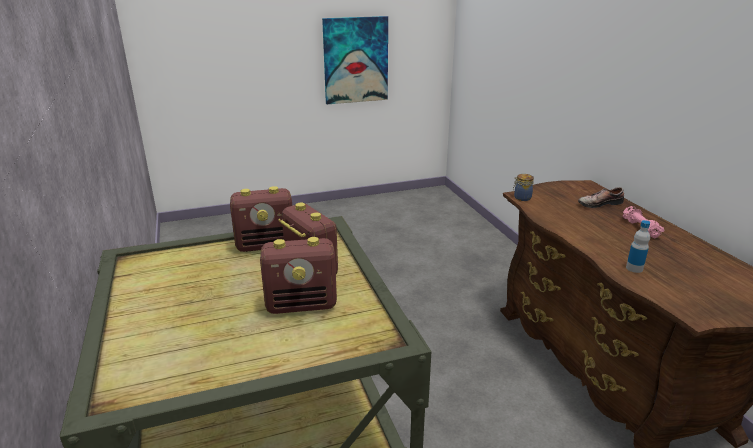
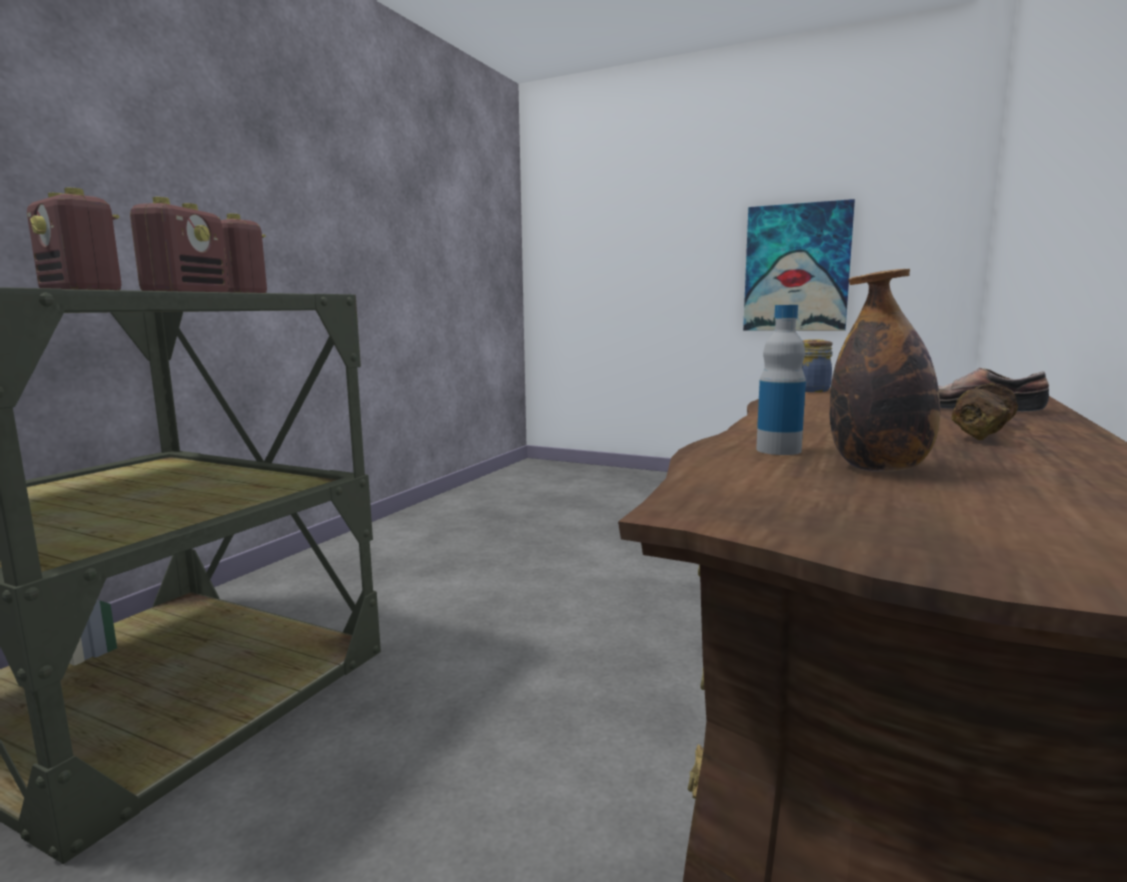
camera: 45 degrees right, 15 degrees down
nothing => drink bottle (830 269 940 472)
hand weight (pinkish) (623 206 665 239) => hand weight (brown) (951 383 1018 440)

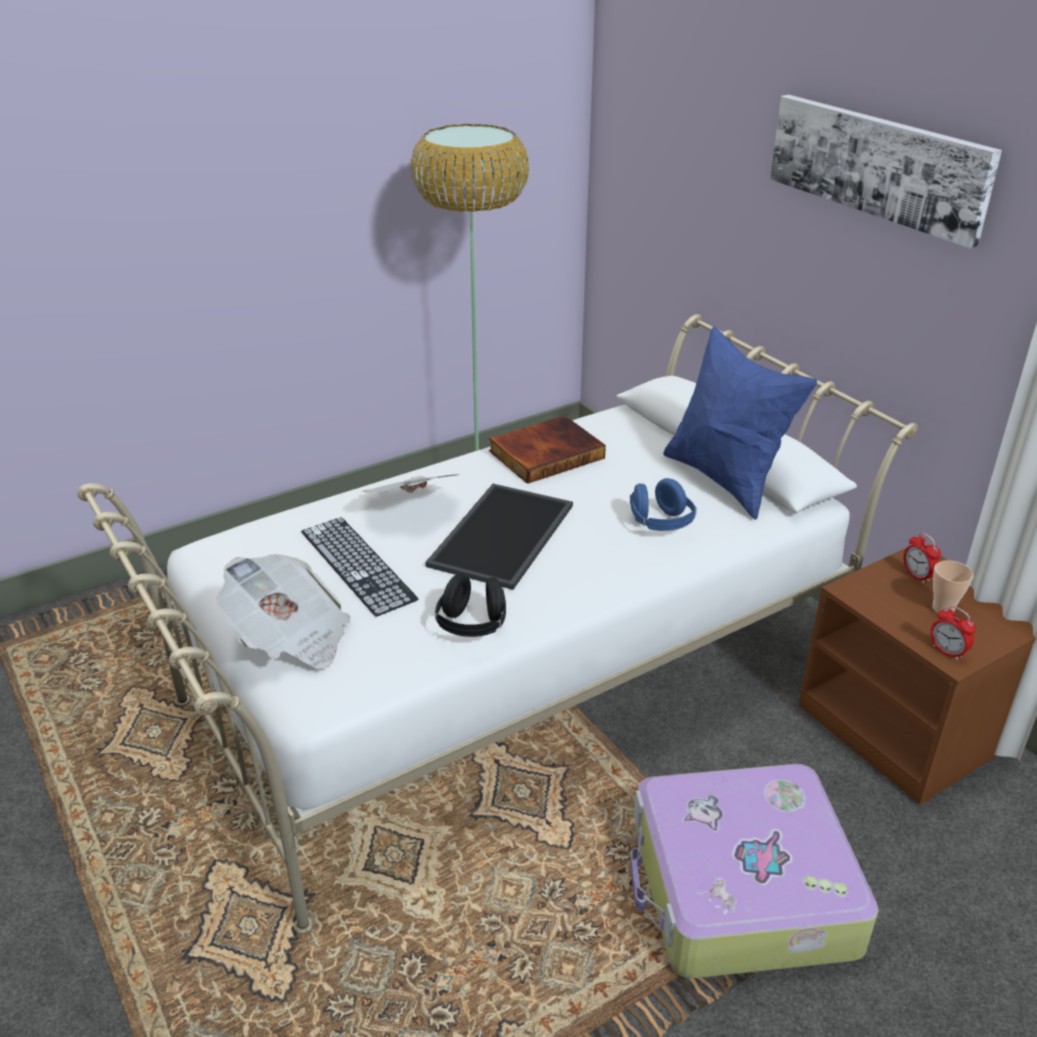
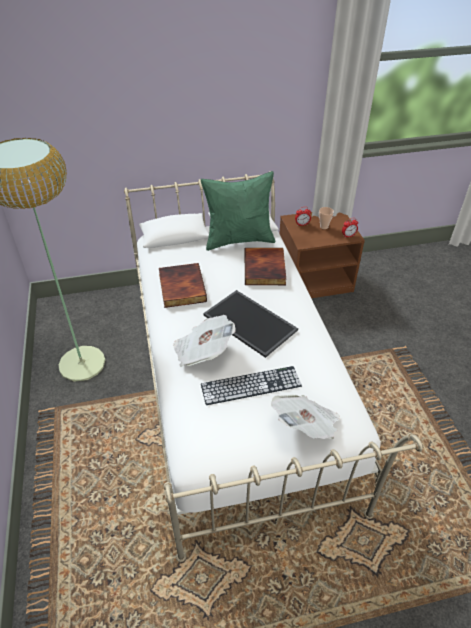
camera: 70 degrees left, 10 degrees up
pair of headphones (black-coloured) (435 574 506 637) => nothing
travel case (630 764 878 979) => nothing
picture (770 95 1002 248) => nothing
pair of headphones (bluish) (630 478 697 531) => book (245 248 286 285)
cushion (bluish) (663 326 817 520) => cushion (green-coloured) (201 171 275 251)

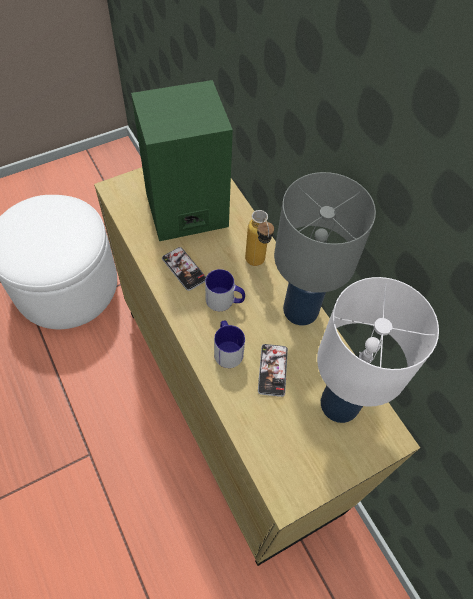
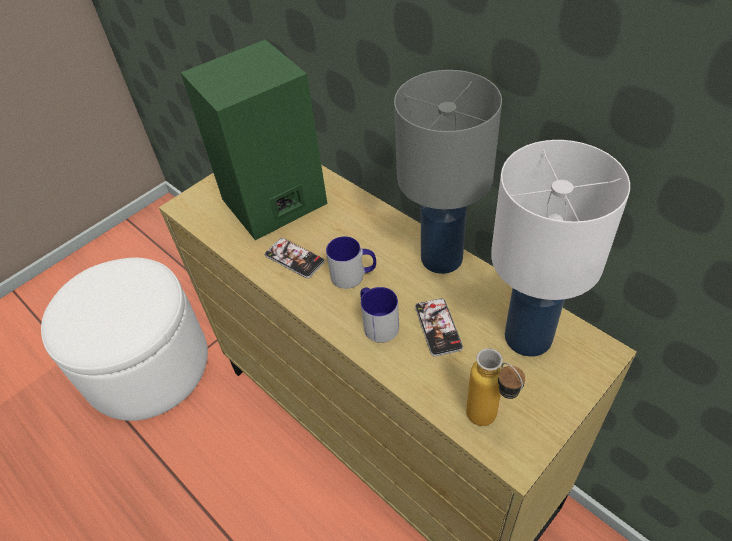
camera: 10 degrees left, 10 degrees down
drink bottle (245 210 274 266) => drink bottle (466 348 525 426), shifted

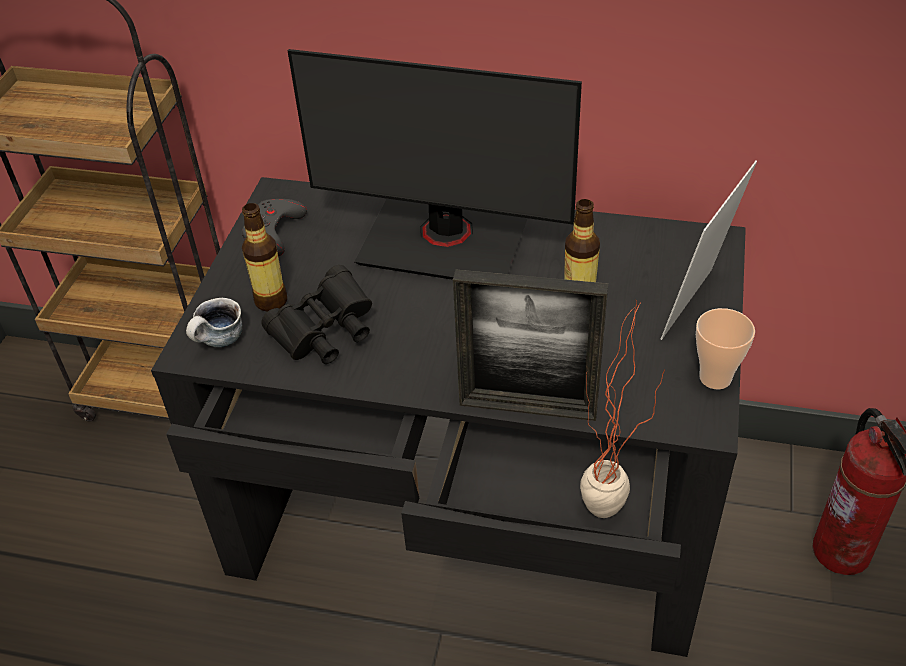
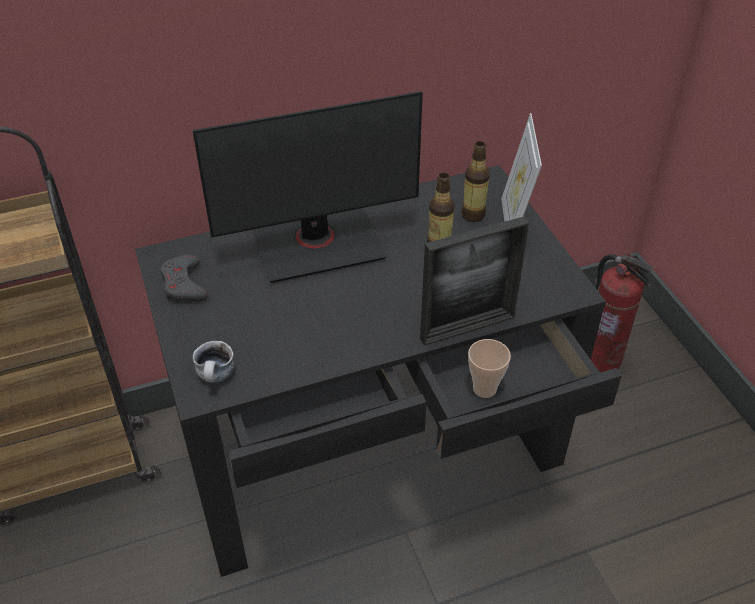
camera: 35 degrees left, 0 degrees up
pair of binoculars (black-coloured) (261 265 372 364) => nothing
houseplant (580 300 665 518) => nothing
drink bottle (242 203 287 312) => drink bottle (462 141 490 222), shifted
drinking cup (696 308 755 389) => drinking cup (468 339 511 398), shifted

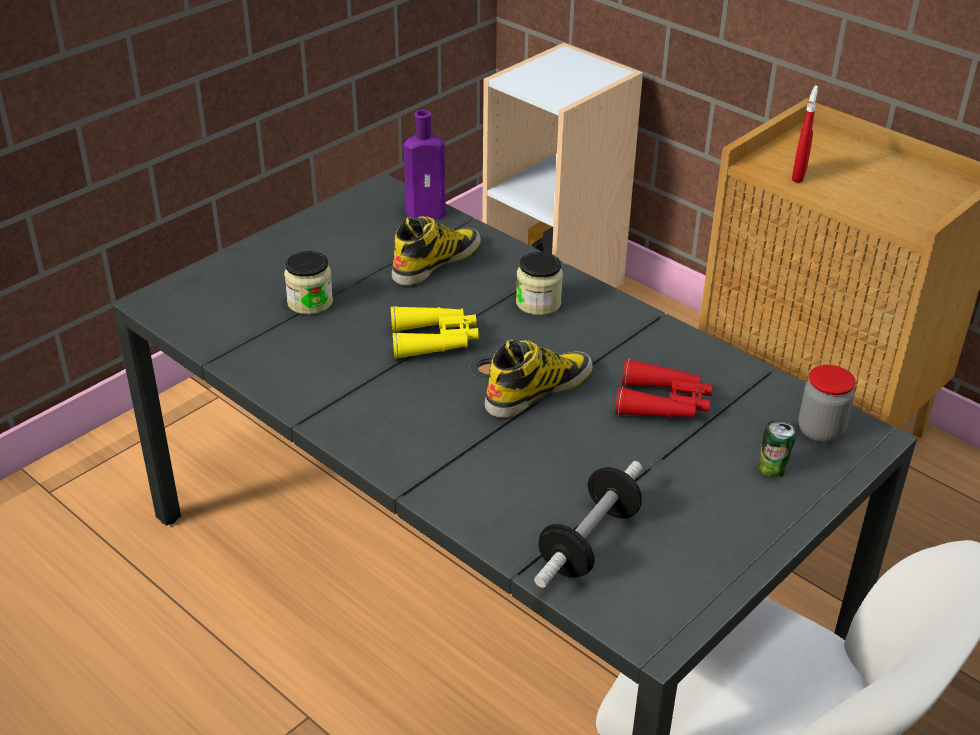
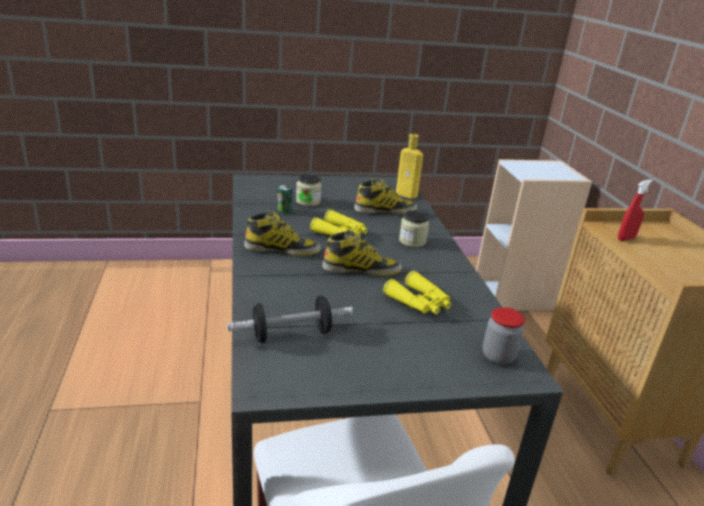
camera: 35 degrees right, 10 degrees down
nothing => high-top boot (244 210 321 256)
metal can (757 421 796 477) => metal can (277 185 293 214), shifted
drink bottle (purple-coloured) (404 110 446 220) => drink bottle (yellow-coloured) (396 134 423 199)
pair of binoculars (reddish) (615 359 713 418) => pair of binoculars (yellow-coloured) (383 271 451 314)

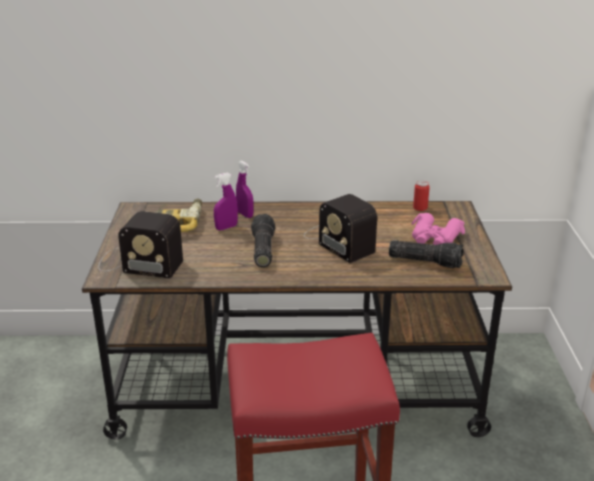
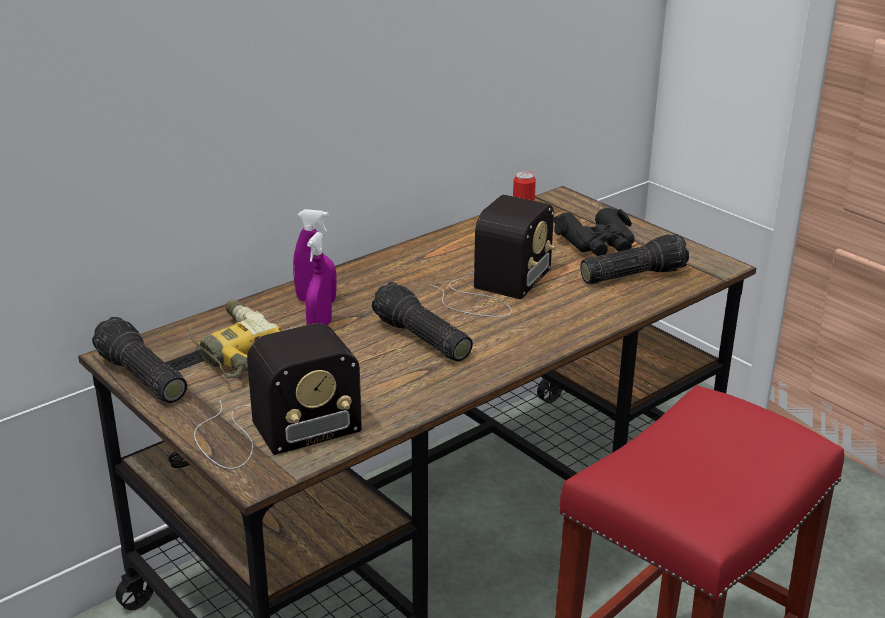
camera: 40 degrees left, 0 degrees up
nothing => flashlight (92 317 187 403)
pair of binoculars (pinkish) (411 213 465 245) => pair of binoculars (black-coloured) (554 208 635 256)
radio receiver (304 194 377 263) => radio receiver (430 195 555 317), 75 degrees counterclockwise

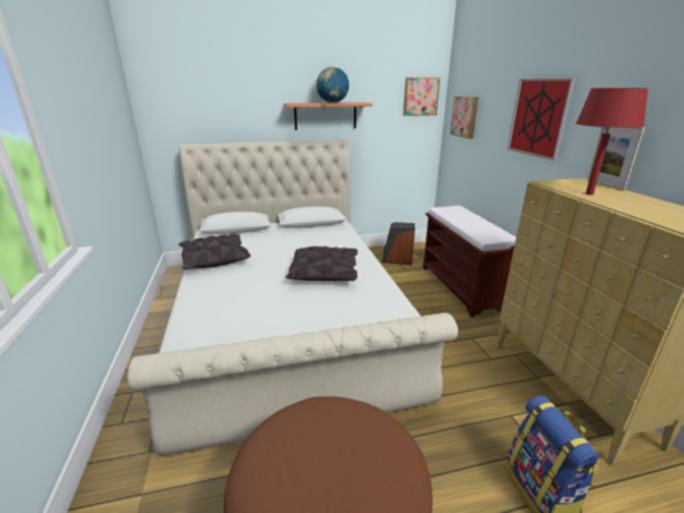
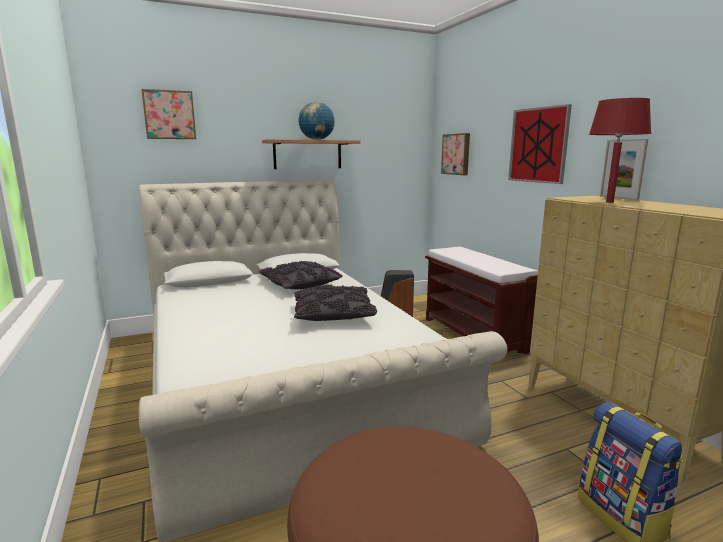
camera: 10 degrees left, 10 degrees down
cushion (black-coloured) (178 233 251 270) => cushion (black-coloured) (259 261 343 289), shifted
picture (403 77 440 116) => picture (141 89 196 139), shifted

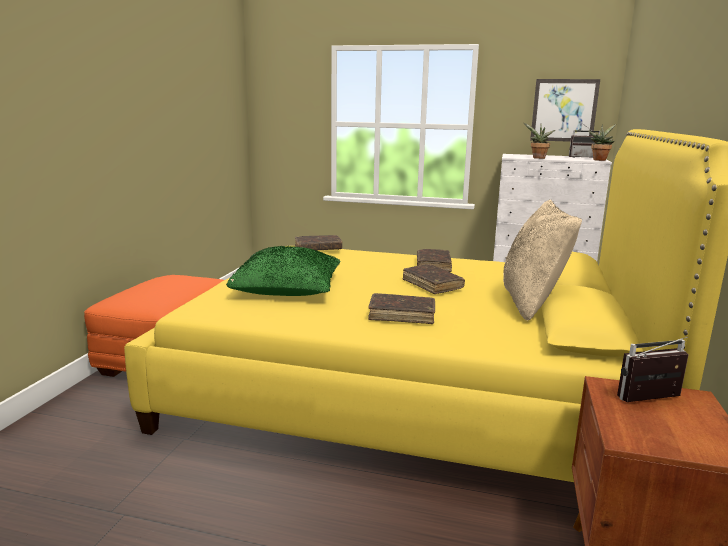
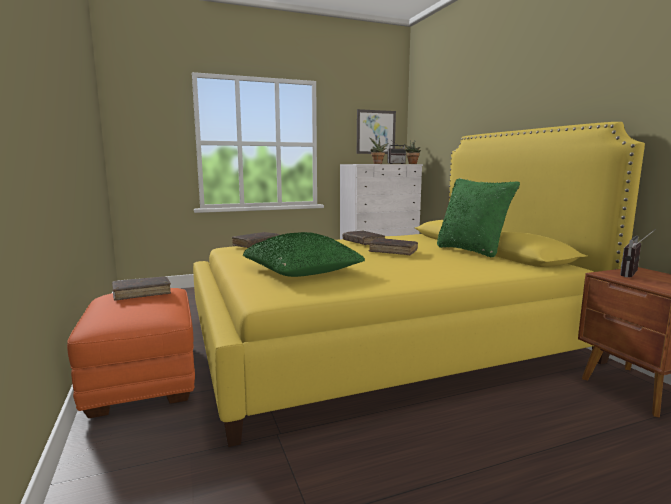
camera: 35 degrees left, 5 degrees down
book (brown) (368 293 435 324) => book (brown) (112 276 171 301), shifted
cushion (beige-coloured) (503 199 582 321) => cushion (green-coloured) (437 178 520 258)

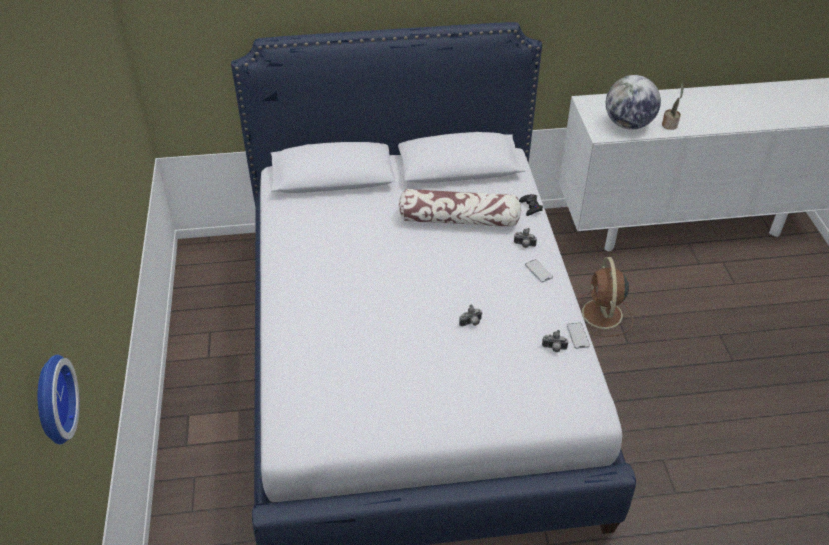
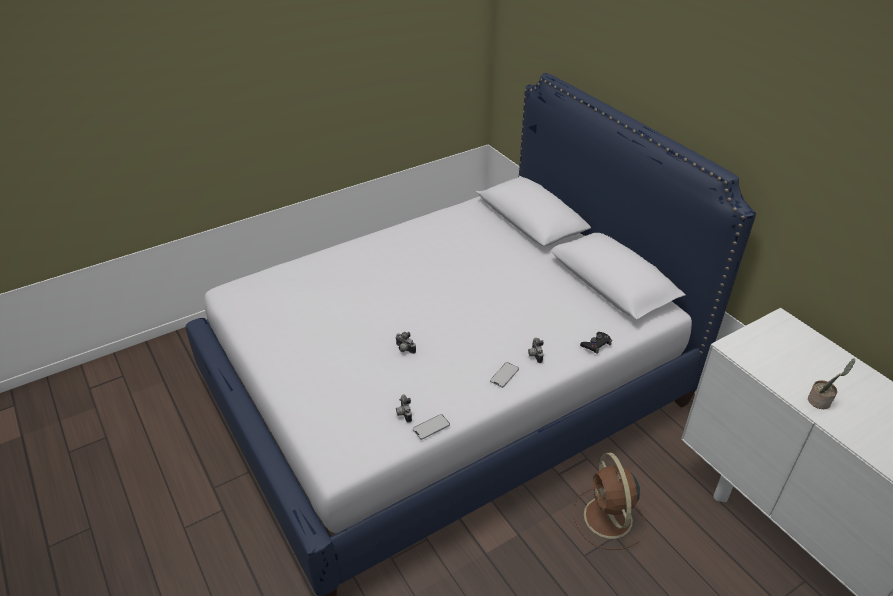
camera: 65 degrees right, 5 degrees down
clock on the wall (38 354 80 444) => nothing
cushion (399 189 521 227) => nothing
desk globe (606 75 661 130) => nothing
electric fan (brown) (577 257 633 337) => electric fan (brown) (574 453 647 550), 75 degrees counterclockwise

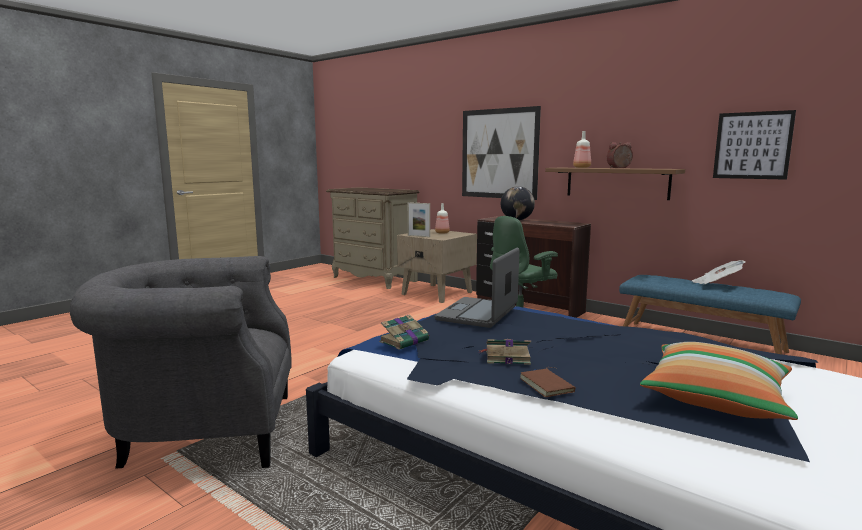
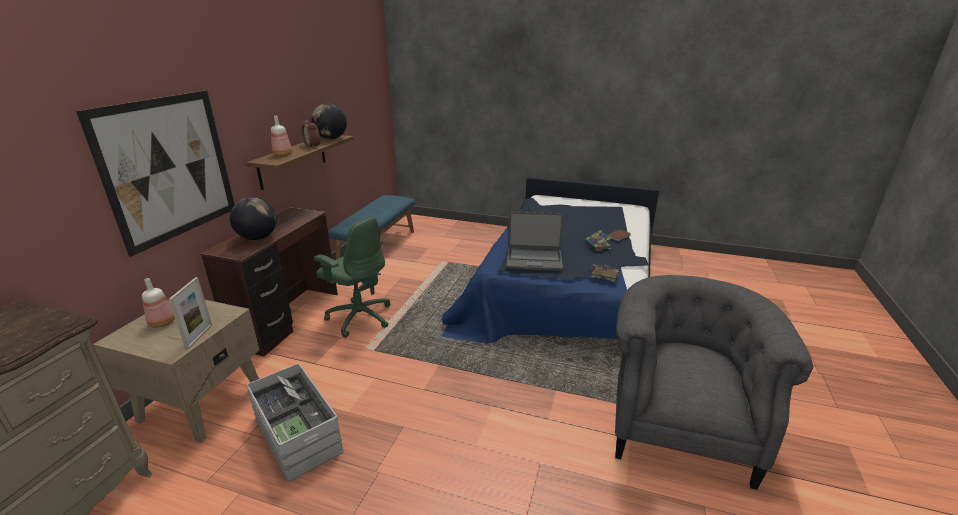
camera: 110 degrees left, 15 degrees up
cushion (640 342 798 420) => nothing
printed paper (692 260 746 284) => nothing
picture (713 110 796 180) => nothing
nothing => storage bin (gray) (247 364 344 482)
nothing => desk globe (311 103 347 140)
lounge chair (gray) (70 256 292 469) => lounge chair (gray) (615 275 813 490), 135 degrees counterclockwise

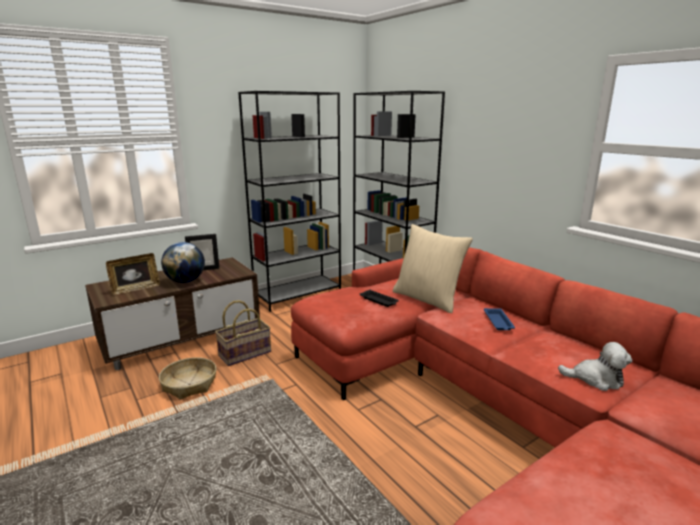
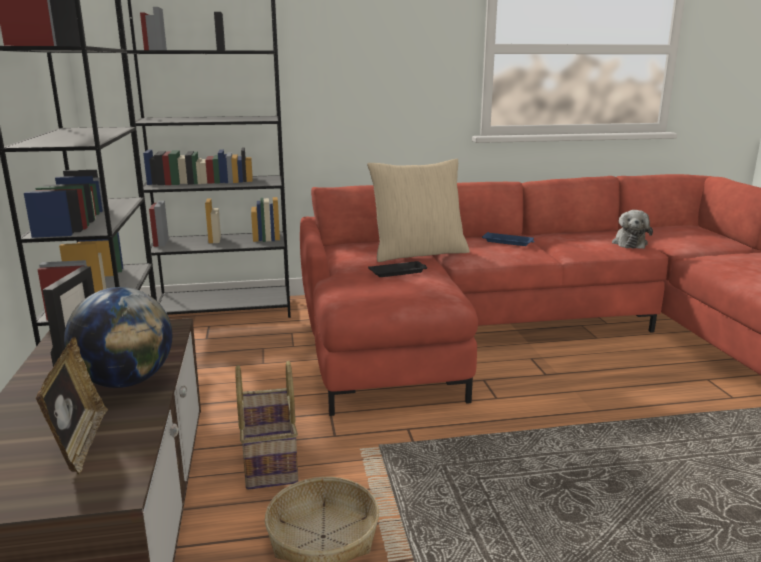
camera: 65 degrees left, 0 degrees up
soft toy (558 342 632 391) => soft toy (612 210 653 249), 150 degrees clockwise

